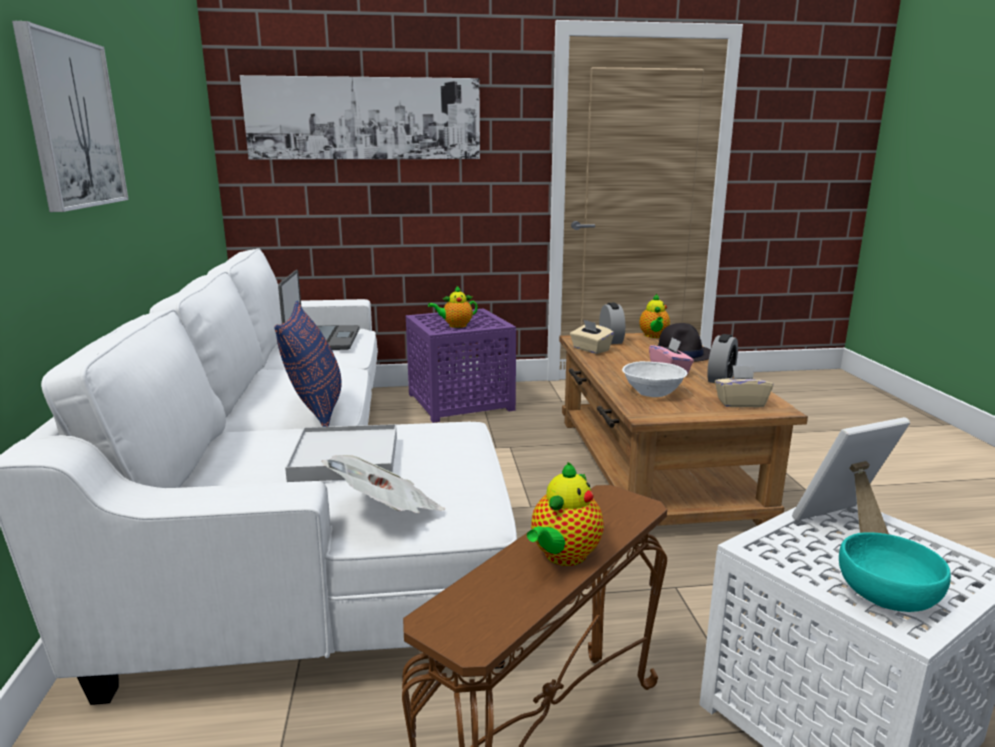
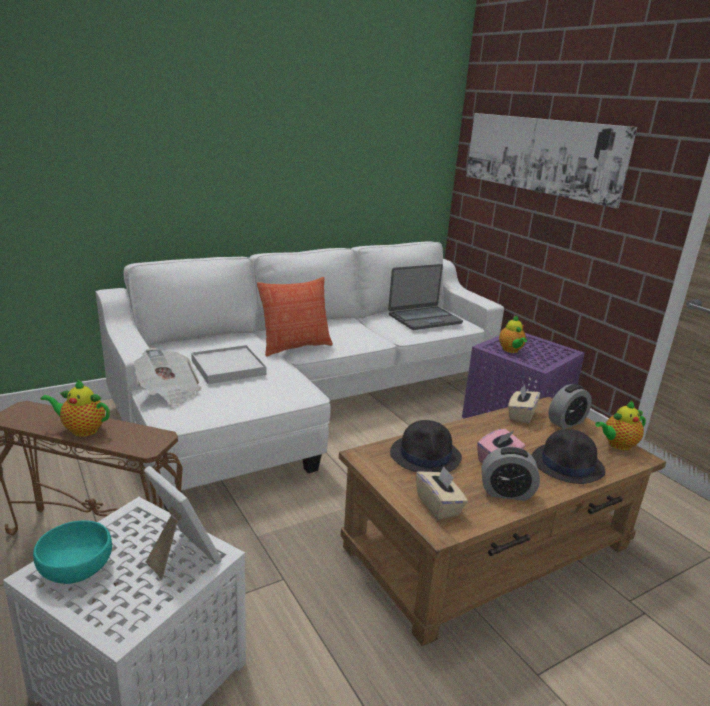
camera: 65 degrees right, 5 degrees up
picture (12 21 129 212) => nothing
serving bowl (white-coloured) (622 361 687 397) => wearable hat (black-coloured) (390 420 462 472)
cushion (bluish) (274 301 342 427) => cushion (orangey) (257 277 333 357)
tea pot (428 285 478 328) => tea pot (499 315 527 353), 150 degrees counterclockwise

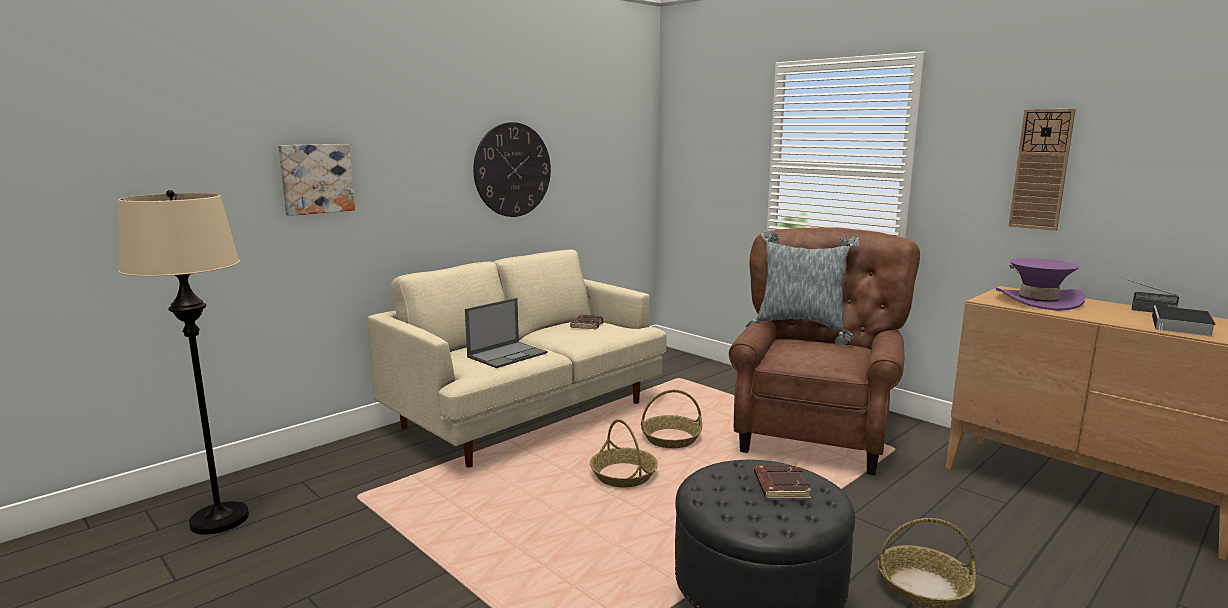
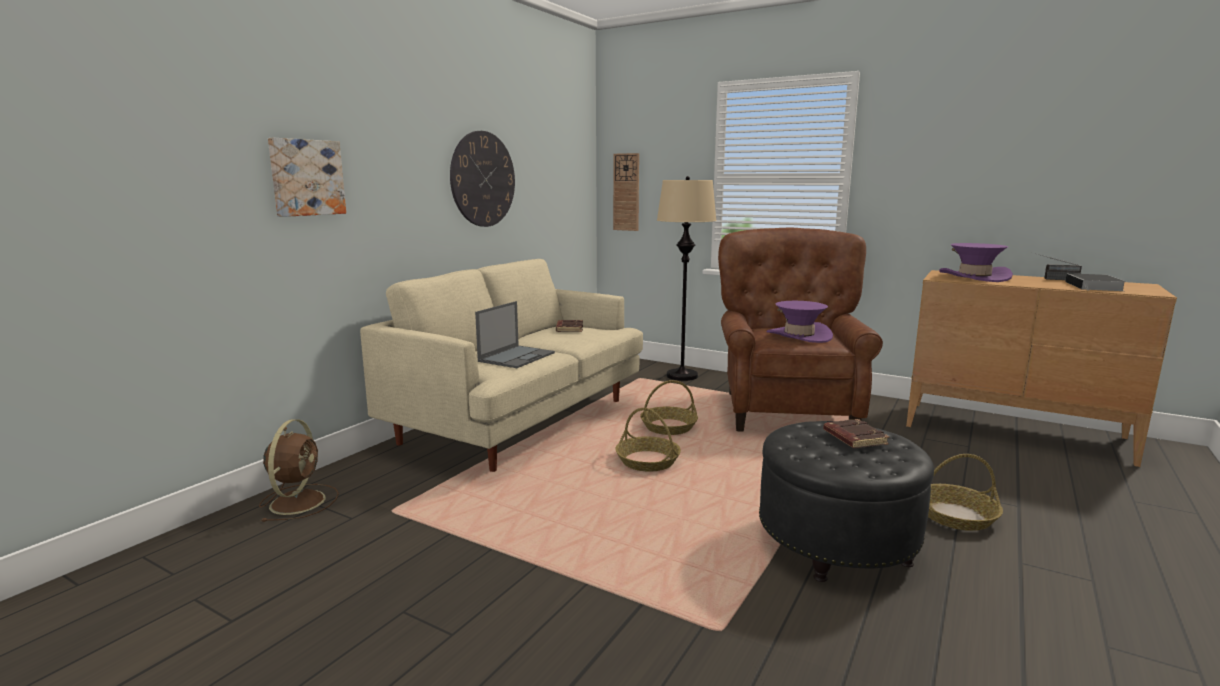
camera: 15 degrees left, 0 degrees up
cushion (745 230 859 346) => nothing
nothing => electric fan (brown) (259 419 339 522)
nothing => wearable hat (purple-coloured) (767 301 833 343)
standing lamp (beige-coloured) (118 190 249 535) => standing lamp (beige-coloured) (657 176 717 381), shifted
clock on the wall (1009 109 1076 231) => clock on the wall (613 153 639 231), shifted

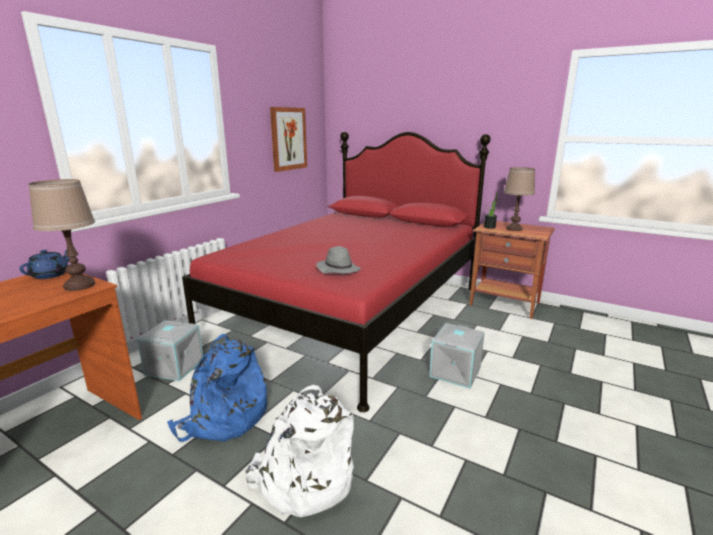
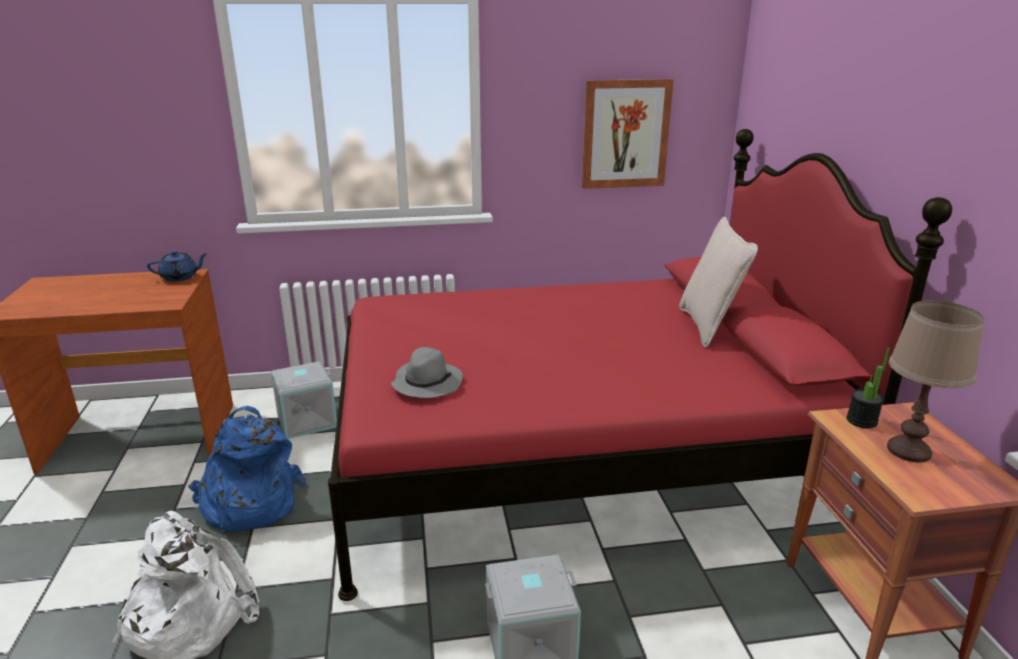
camera: 50 degrees right, 5 degrees up
table lamp (brown) (28 179 95 291) => nothing
nothing => cushion (beige-coloured) (679 217 758 347)

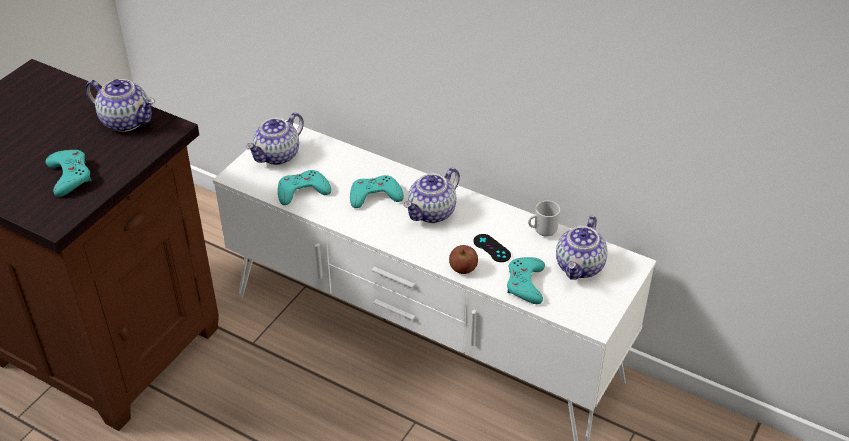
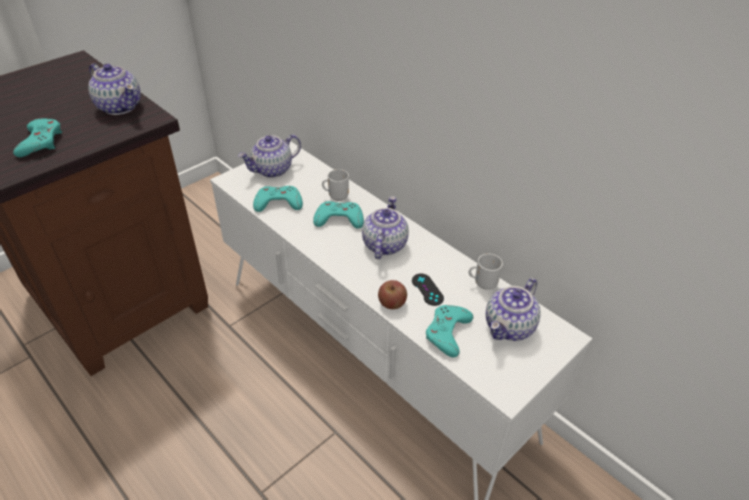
camera: 15 degrees right, 0 degrees up
nothing => mug (322 169 349 201)
tea pot (404 168 460 223) => tea pot (362 196 409 259), 135 degrees clockwise

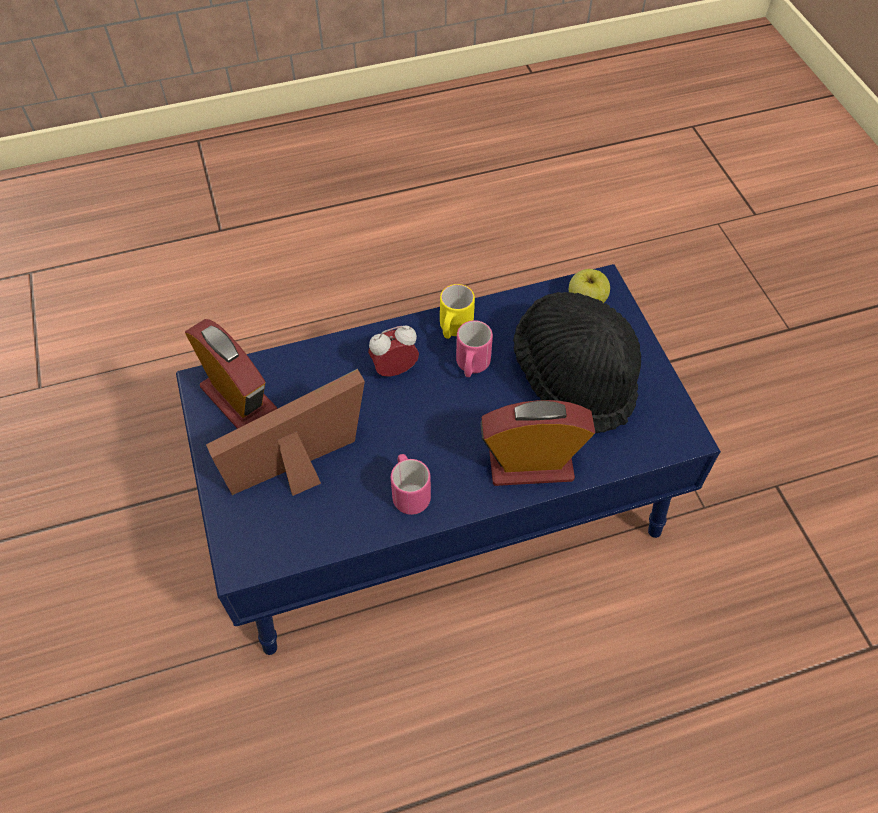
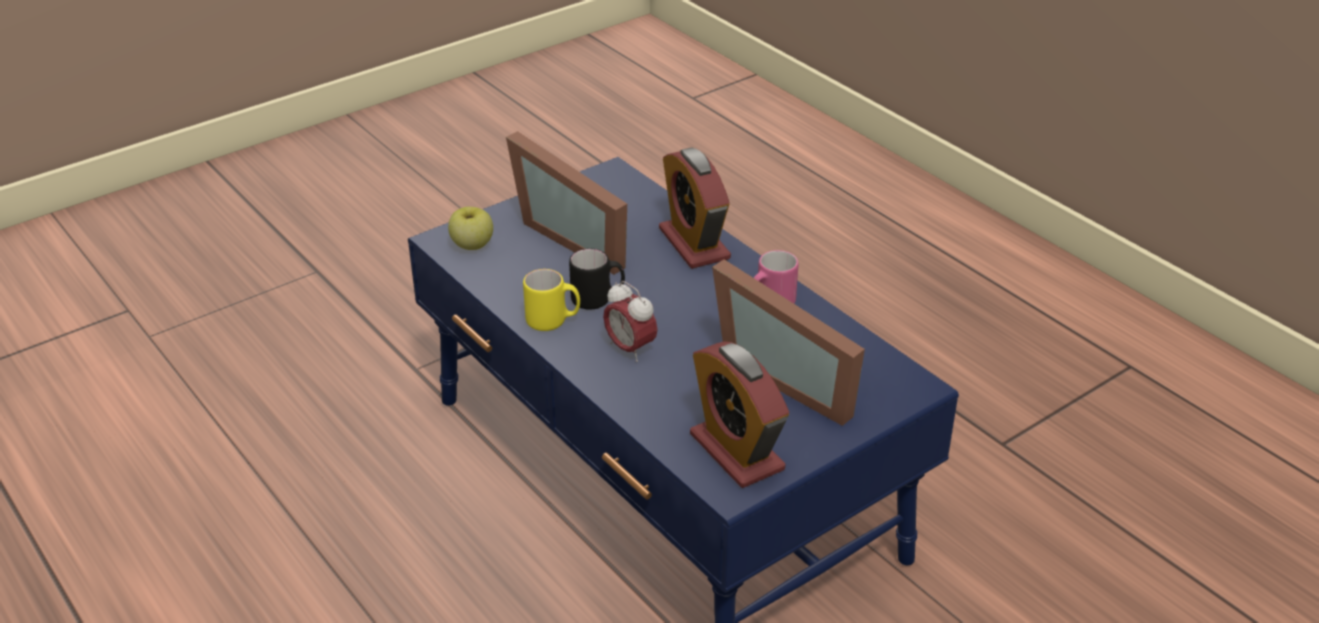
camera: 110 degrees left, 20 degrees down
wearable hat (black-coloured) (513 292 641 433) => standing frame (506 131 627 274)
mug (pinkish) (456 320 493 377) => mug (black-coloured) (569 248 625 310)
alarm clock (185 319 277 429) => alarm clock (690 342 789 488), 60 degrees counterclockwise

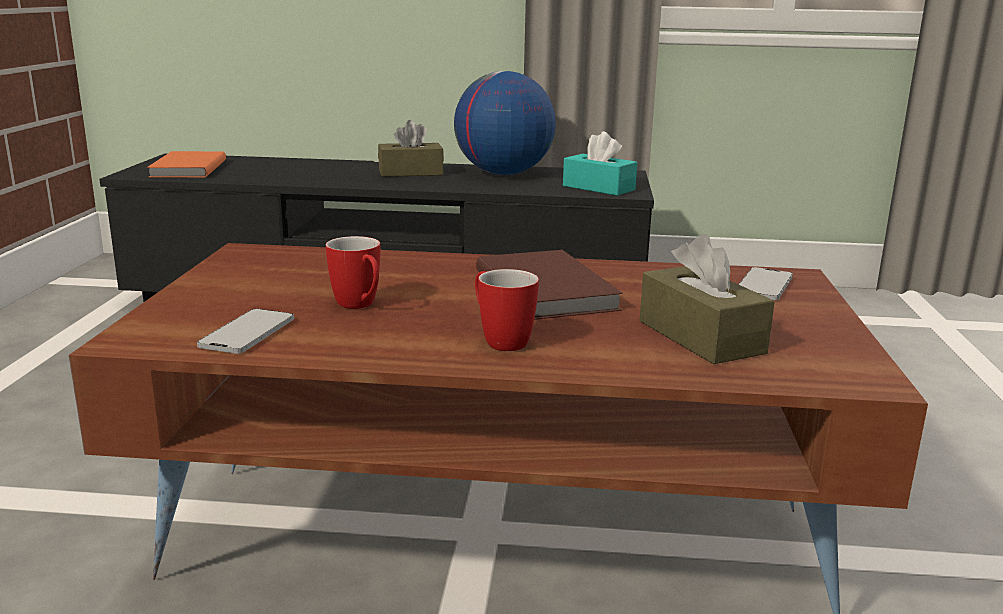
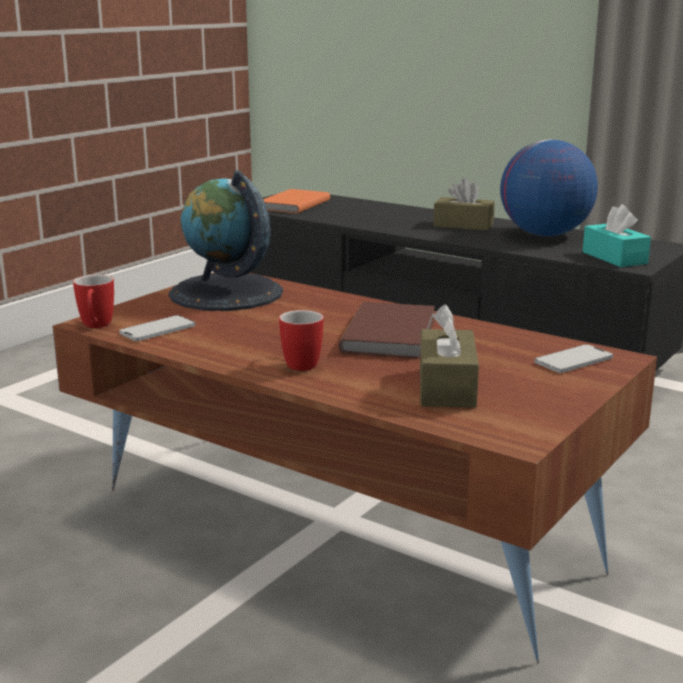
camera: 30 degrees right, 0 degrees up
nothing => desk globe (169 170 283 311)
mug (326 236 380 309) => mug (73 275 114 328), shifted

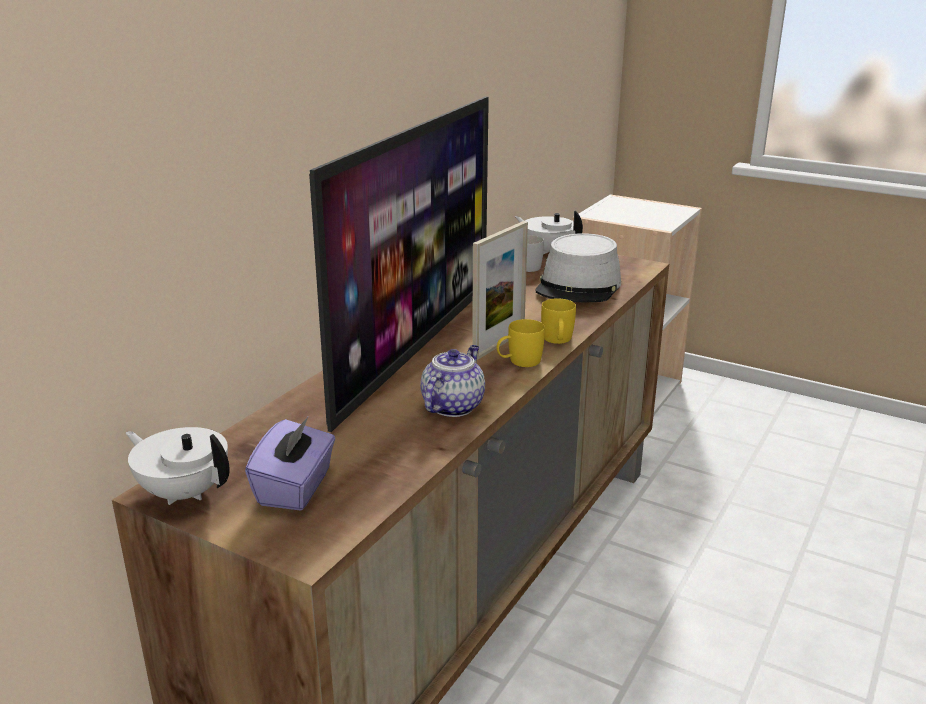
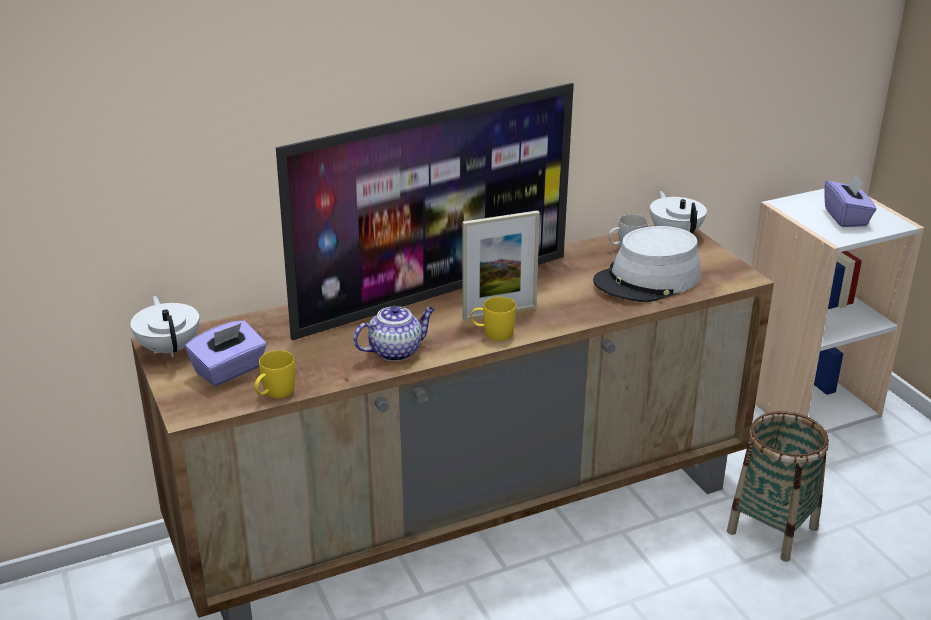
camera: 35 degrees right, 5 degrees up
nothing => household basket (727 411 829 562)
nothing => tissue box (purple-coloured) (824 174 876 227)
mug (yellow-coloured) (541 299 576 344) => mug (yellow-coloured) (255 350 295 398), shifted

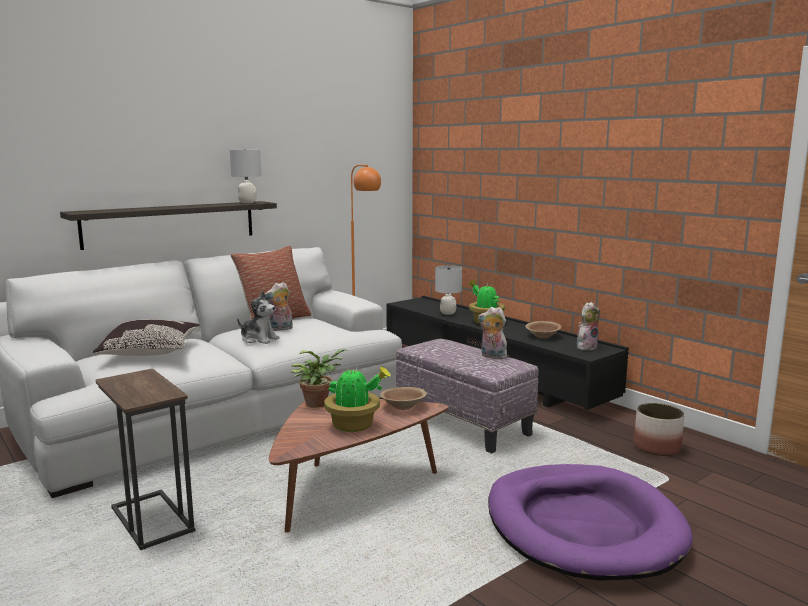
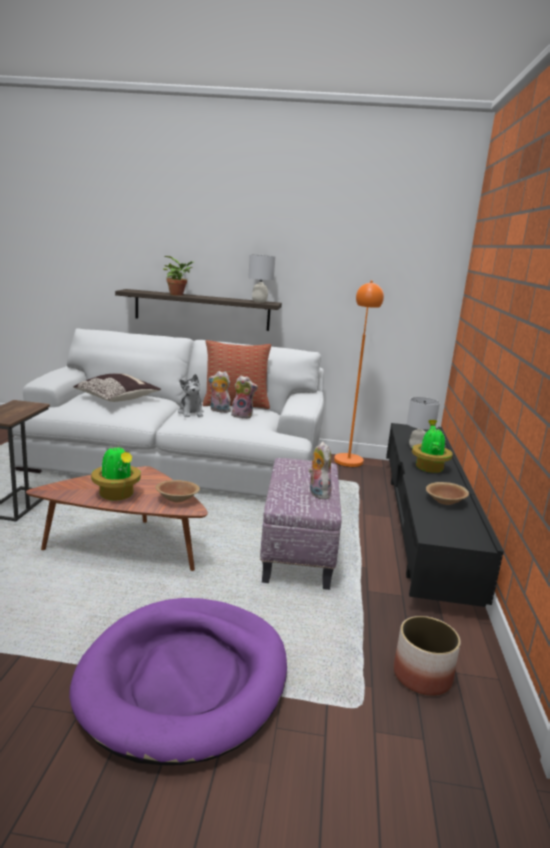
camera: 45 degrees right, 5 degrees up
houseplant (291 349 348 408) => houseplant (163 256 195 296), shifted
soft toy (577 302 600 350) => soft toy (231 376 258 419), shifted

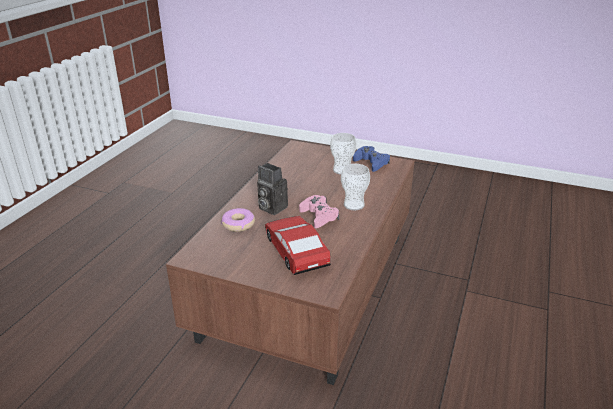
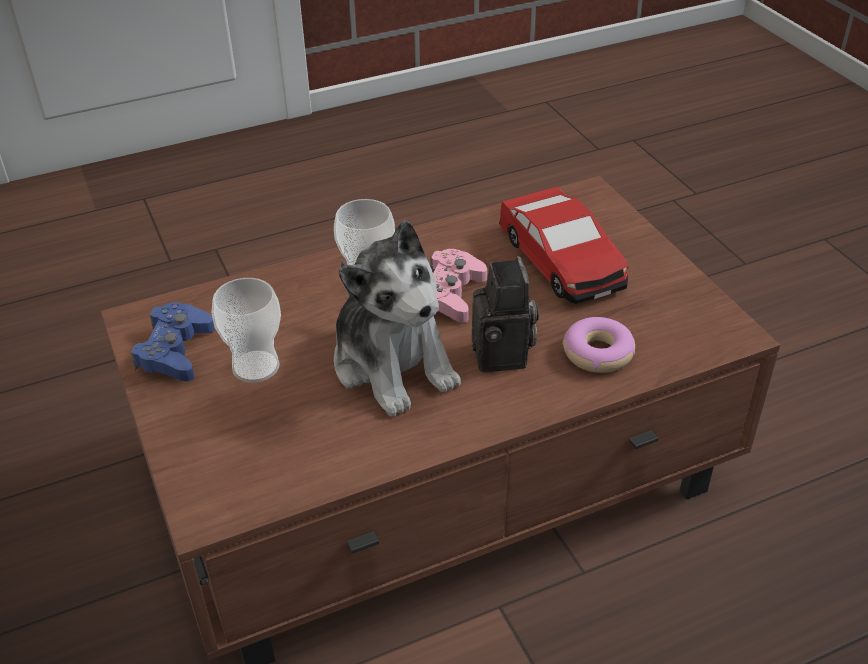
camera: 135 degrees left, 10 degrees up
nothing => soft toy (334 220 461 417)
model car (265 216 331 275) => model car (499 186 628 304), 45 degrees counterclockwise

